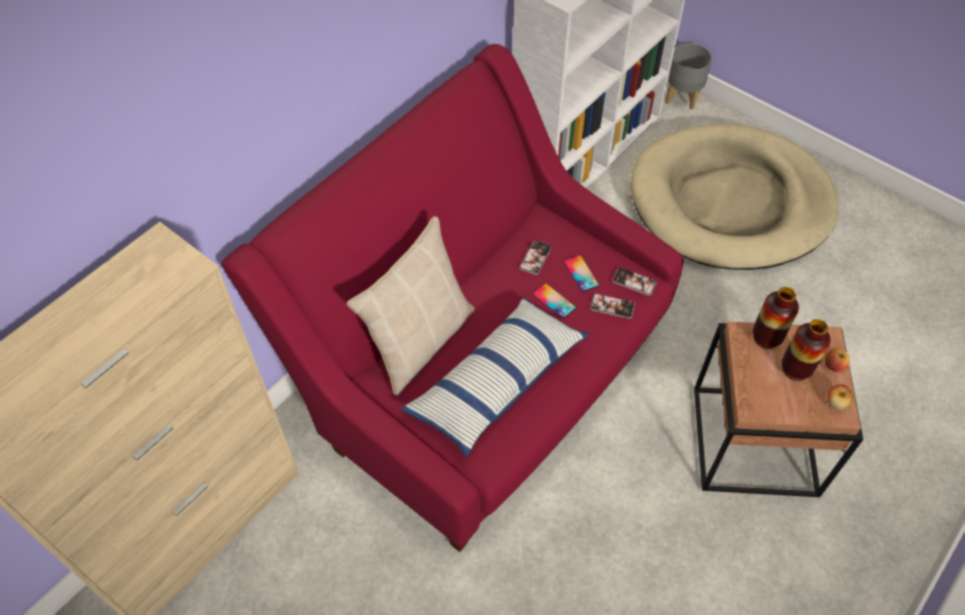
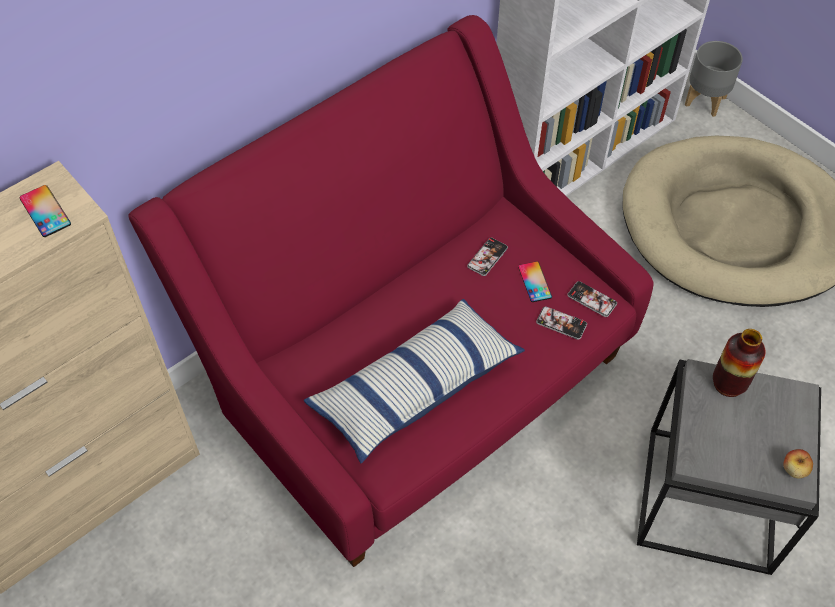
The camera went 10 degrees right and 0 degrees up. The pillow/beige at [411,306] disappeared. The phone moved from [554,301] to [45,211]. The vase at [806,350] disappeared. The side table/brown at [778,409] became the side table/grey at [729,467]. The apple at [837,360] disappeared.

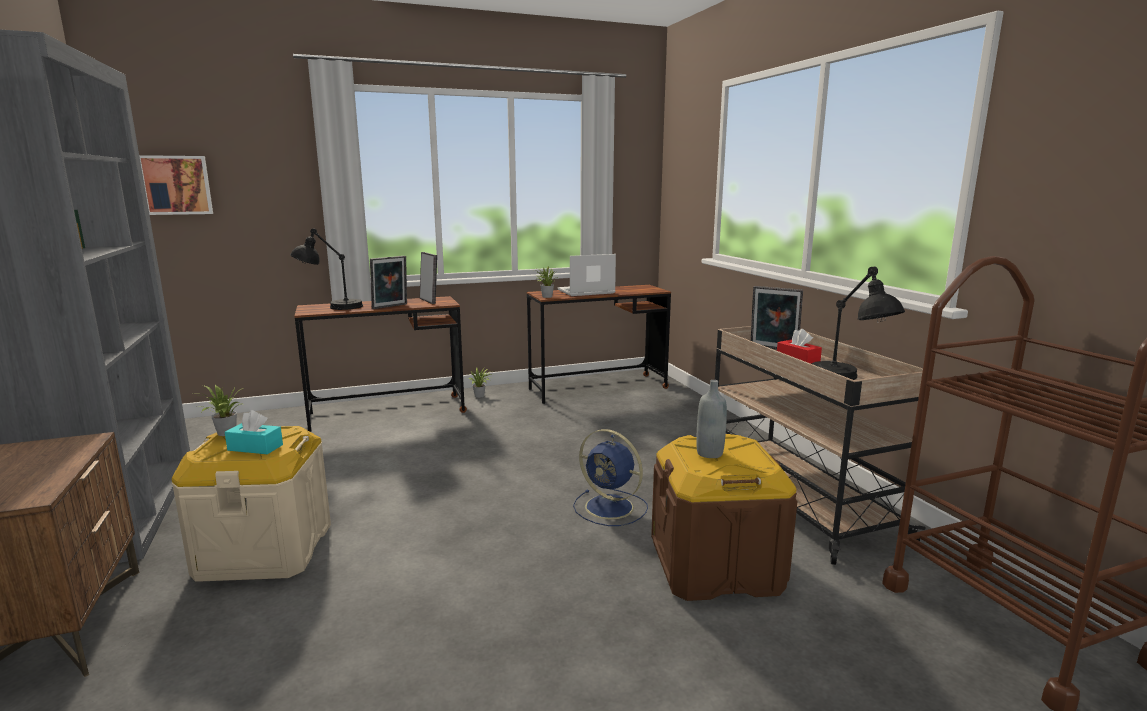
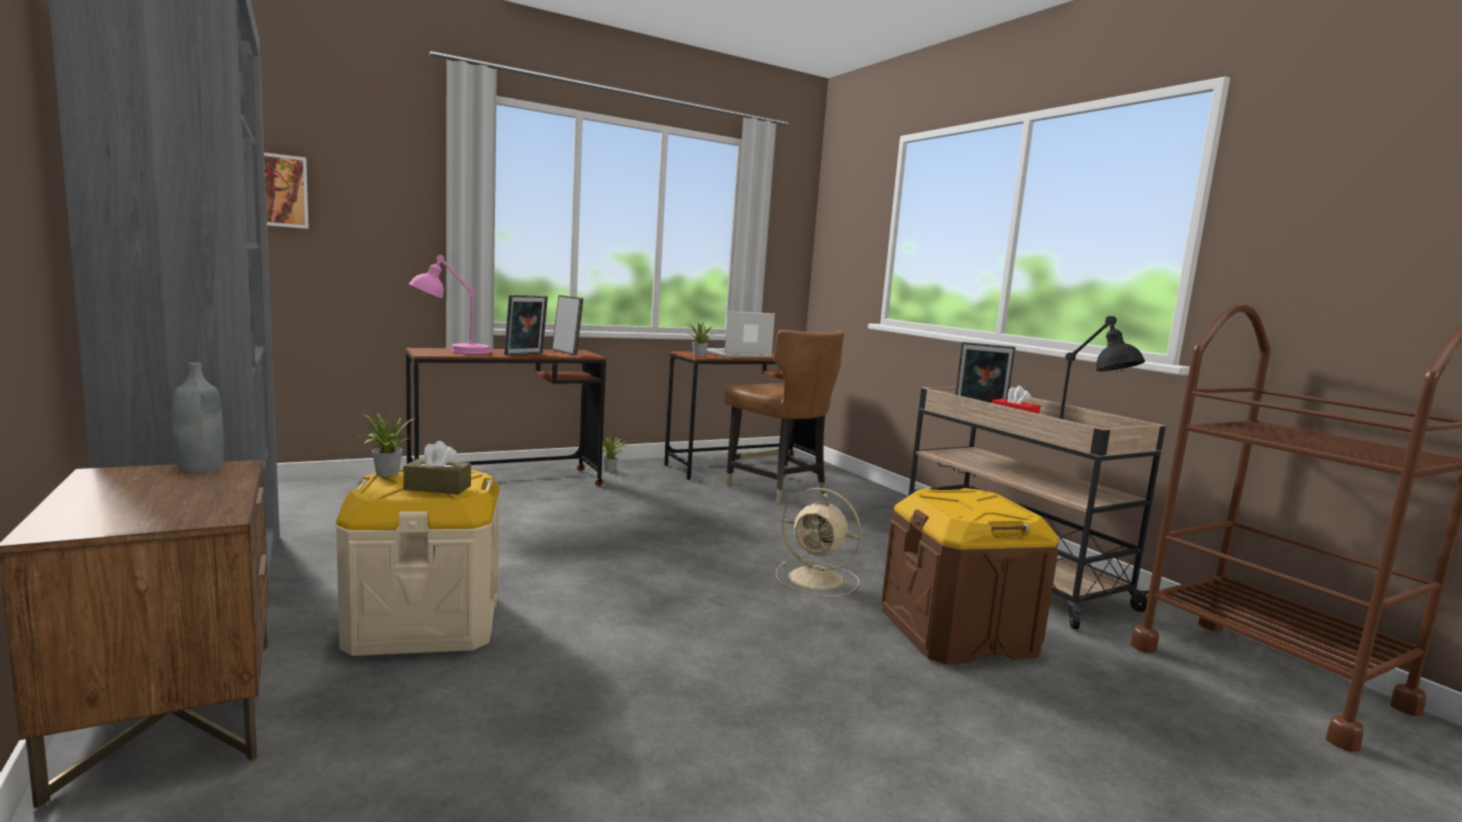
The camera went 10 degrees left and 5 degrees down. The table lamp/black at [326,269] became the table lamp/pink at [450,304]. The bottle/grey moved from [711,419] to [198,417]. The tissue box/turquoise at [254,432] became the tissue box/brown at [437,468]. The fan/blue at [610,477] became the fan/beige at [819,542]. The chair/brown at [784,416] appeared.

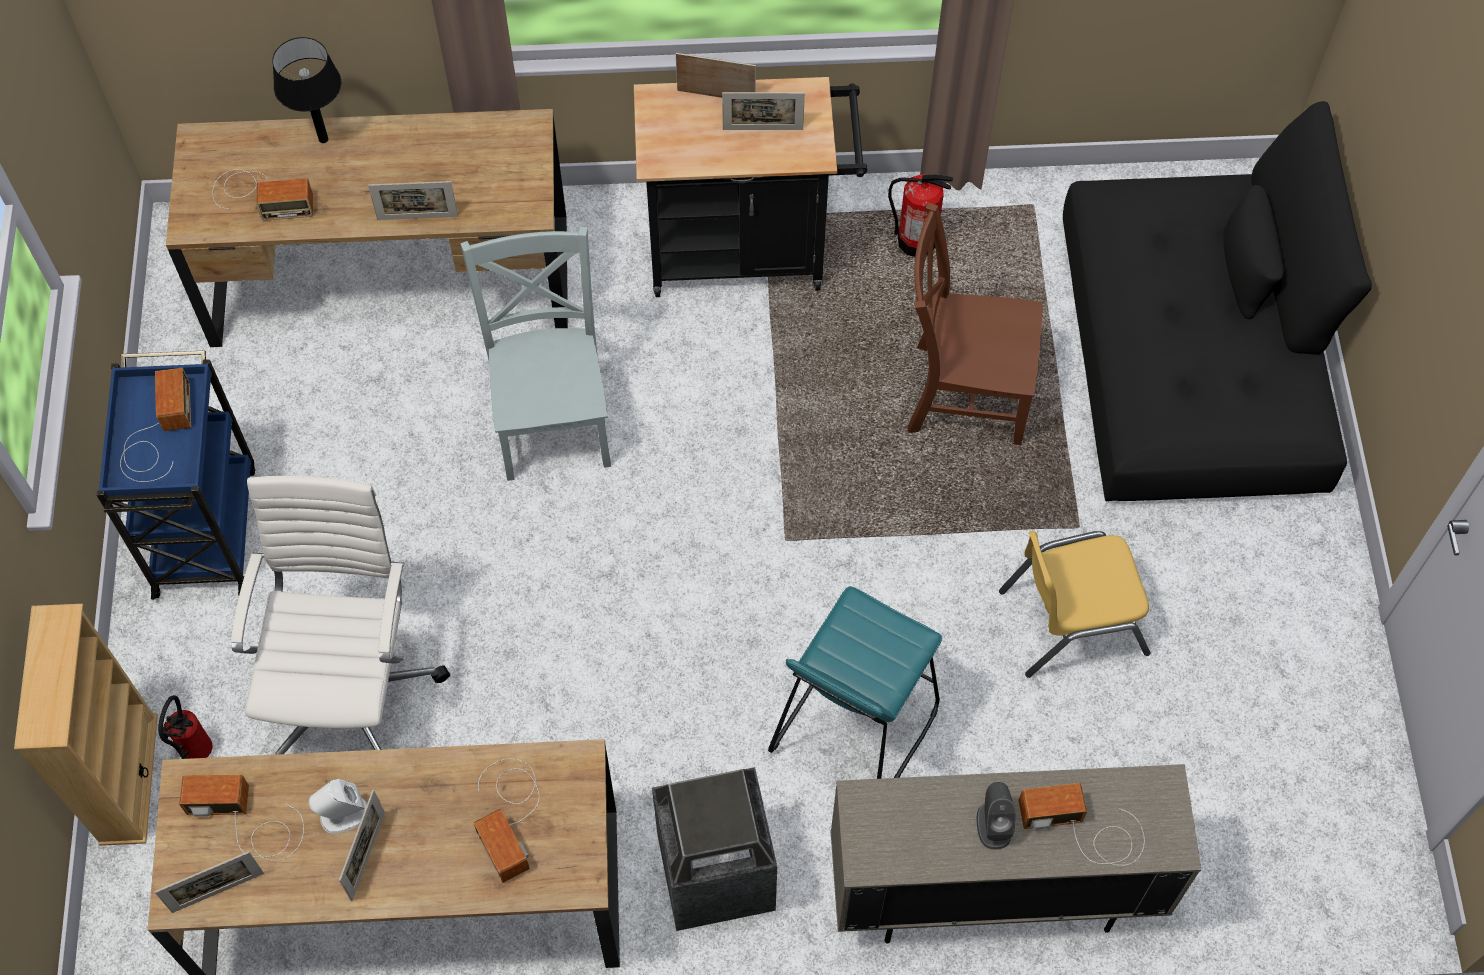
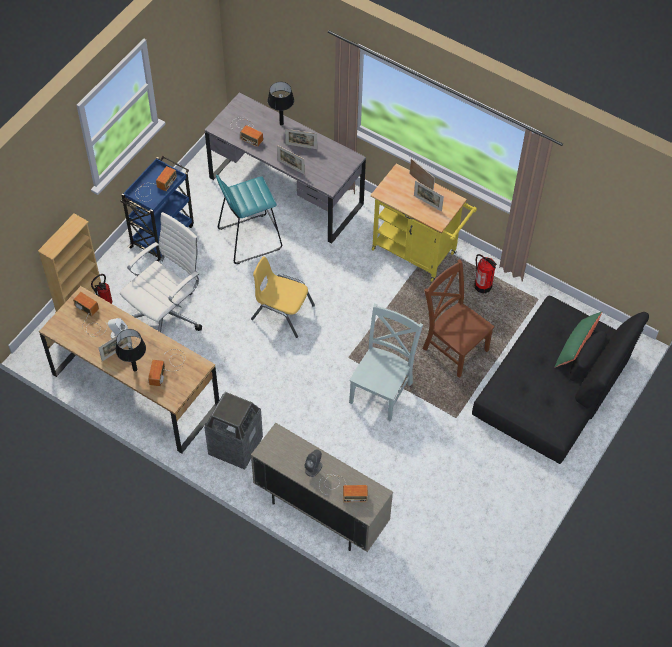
The camera went 35 degrees right and 5 degrees down. The cart/black at [750,187] became the cart/yellow at [423,222]. The desk/brown at [367,228] became the desk/grey at [285,168]. The chair/grey moved from [535,354] to [386,363]. The chair/yellow moved from [1074,604] to [283,297]. The stool/turquoise moved from [855,682] to [249,219]. The radio at [1081,824] turned 150 degrees clockwise. The picture frame moved from [209,882] to [301,139]. The pillow/green at [578,339] appeared. The table lamp/black at [131,350] appeared.

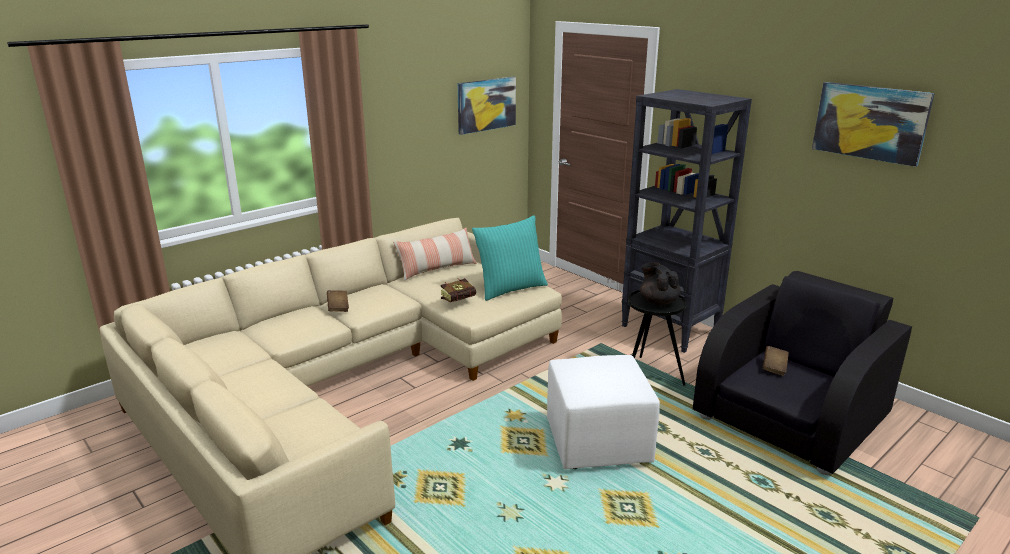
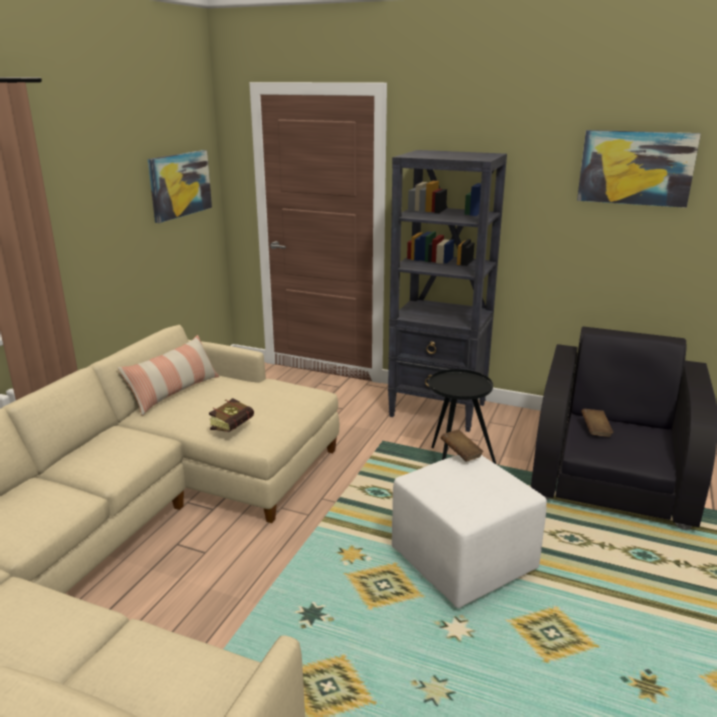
The camera went 25 degrees left and 0 degrees up. The pillow/turquoise at [510,258] disappeared. The teapot/black at [660,283] disappeared. The book/brown moved from [338,301] to [462,445].

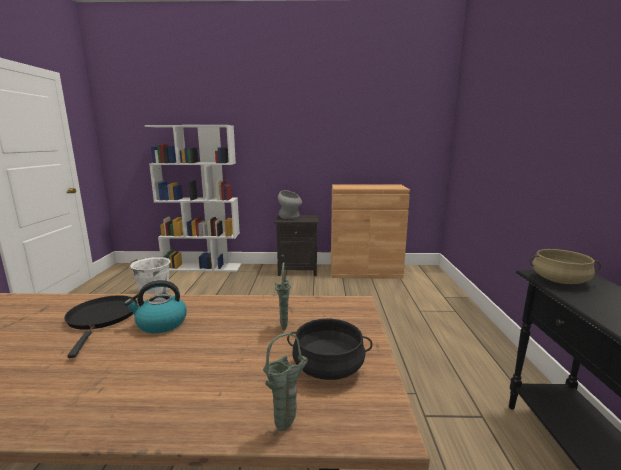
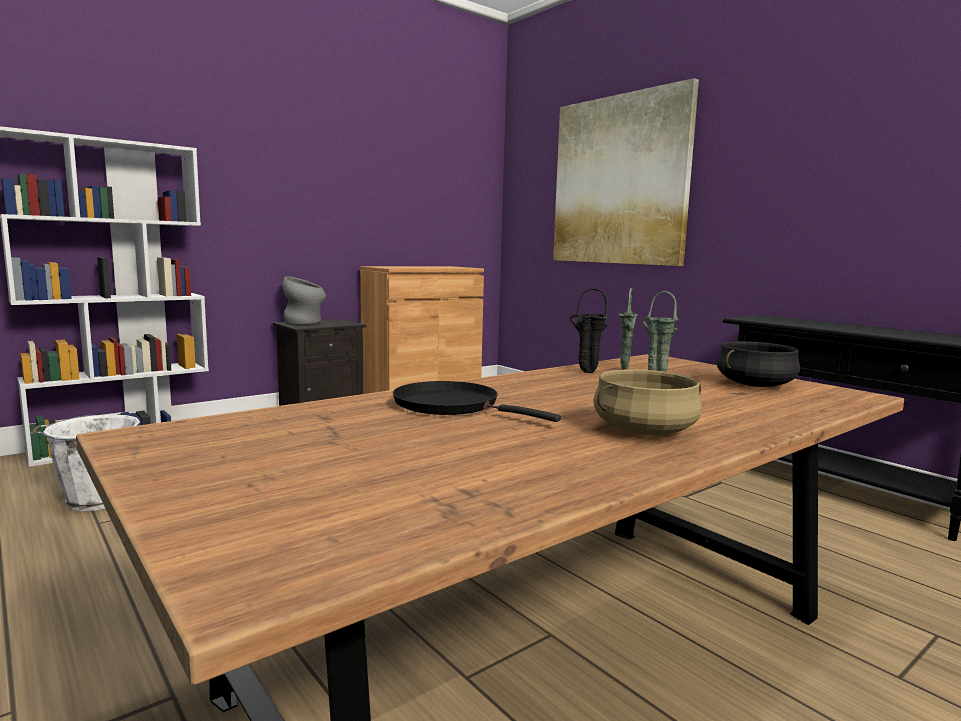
The camera went 40 degrees left and 5 degrees down. The cooking pot/beige moved from [565,266] to [647,402]. The kettle at [155,306] disappeared. The vase/green moved from [286,382] to [628,329]. The picture at [626,172] appeared. The vase/black at [588,330] appeared.

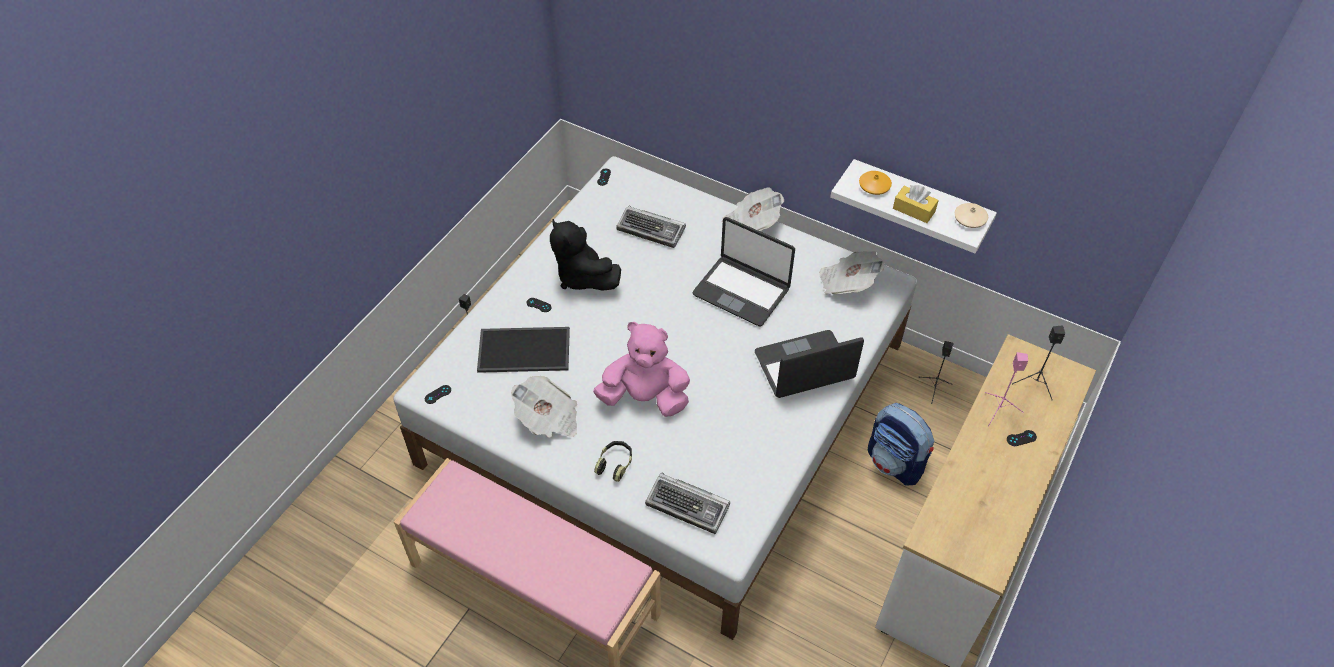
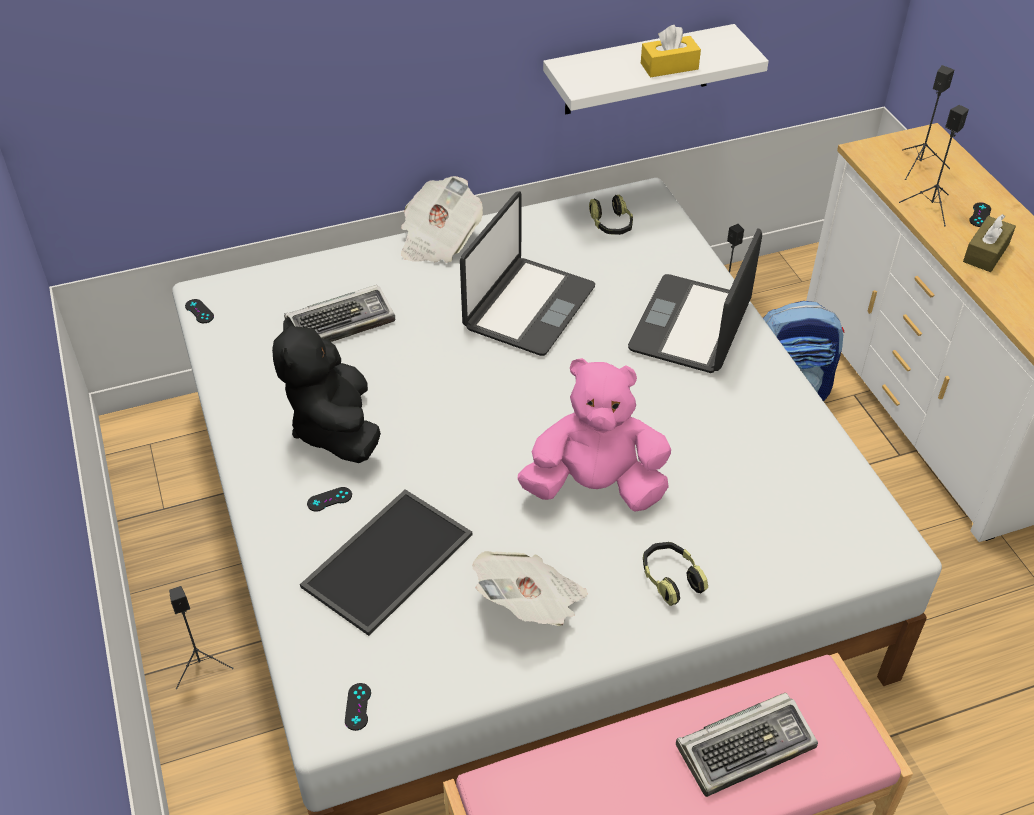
The camera went 50 degrees left and 5 degrees down. The vase/orange at [875,183] disappeared. The vase/beige at [971,215] disappeared. The laptop at [744,271] turned 45 degrees counterclockwise. The plush toy/black at [585,255] turned 75 degrees clockwise. The newspaper at [851,273] was replaced by the headphones at [611,215]. The plush toy/pink at [641,369] turned 45 degrees clockwise. The speaker/pink at [1006,389] became the speaker/black at [934,165]. The keyboard moved from [687,503] to [747,744]. The tissue box/brown at [989,243] appeared.

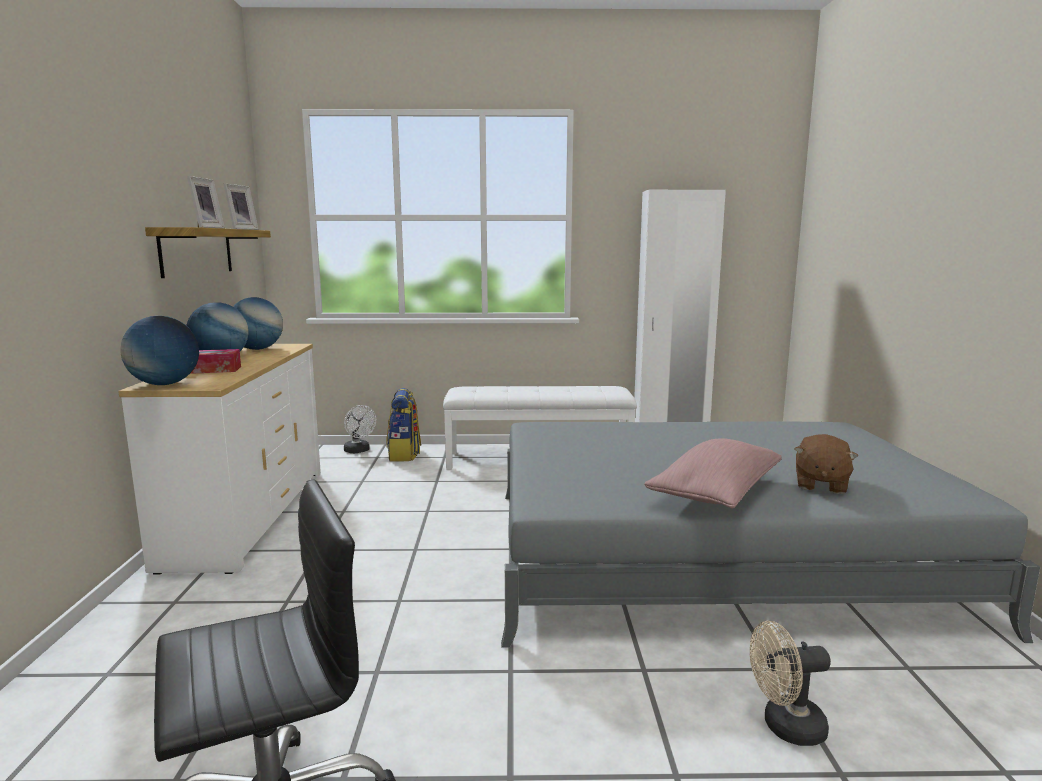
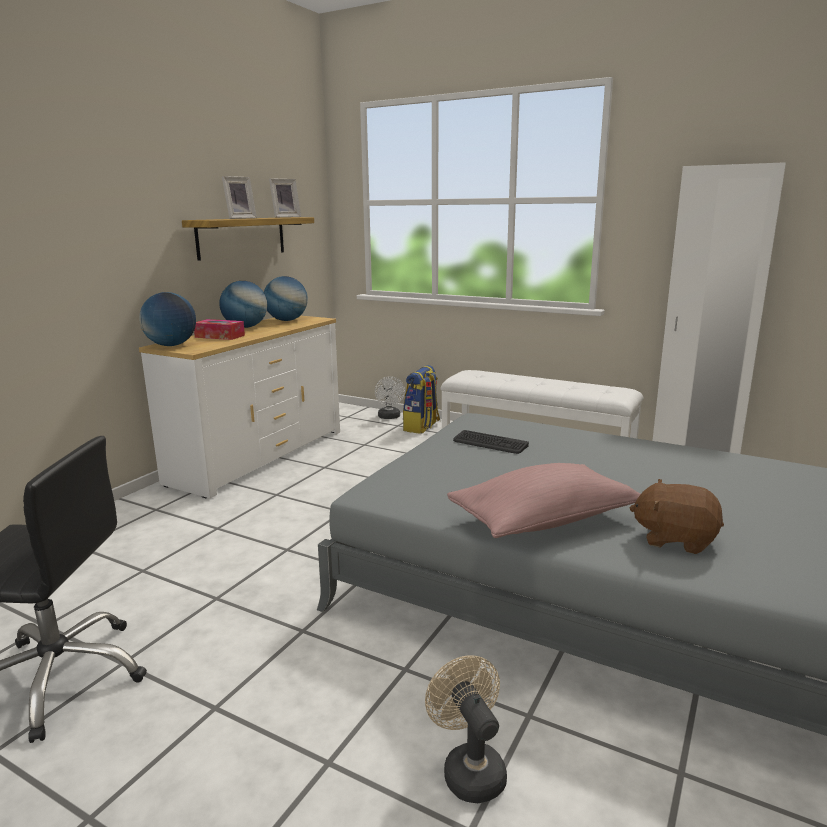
The camera went 30 degrees right and 5 degrees up. The plush toy/brown at [826,464] turned 60 degrees clockwise. The fan/beige at [790,683] turned 45 degrees clockwise. The keyboard at [491,442] appeared.

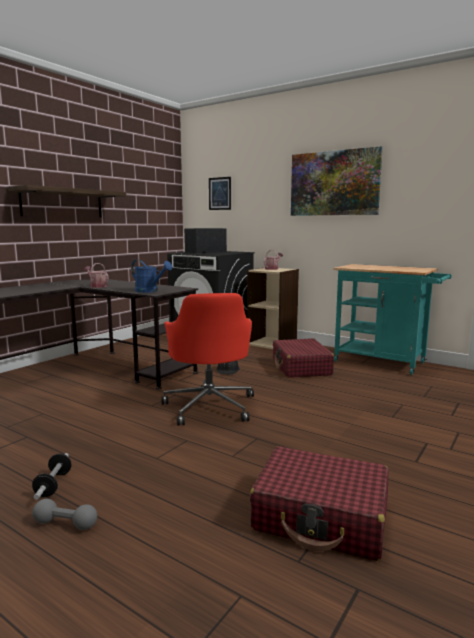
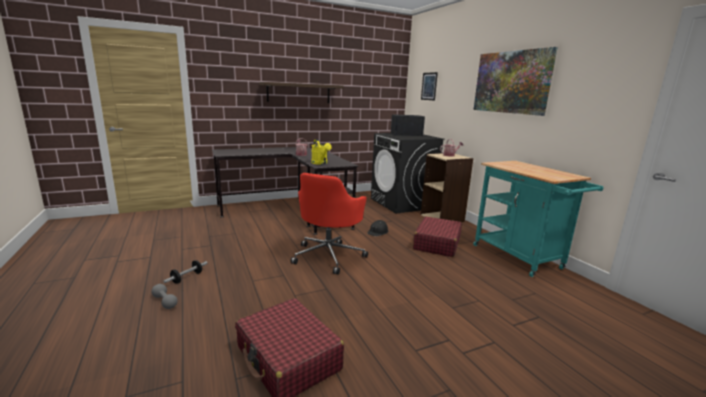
The camera went 30 degrees right and 5 degrees up. The watering can/blue at [151,276] became the watering can/yellow at [321,152].

